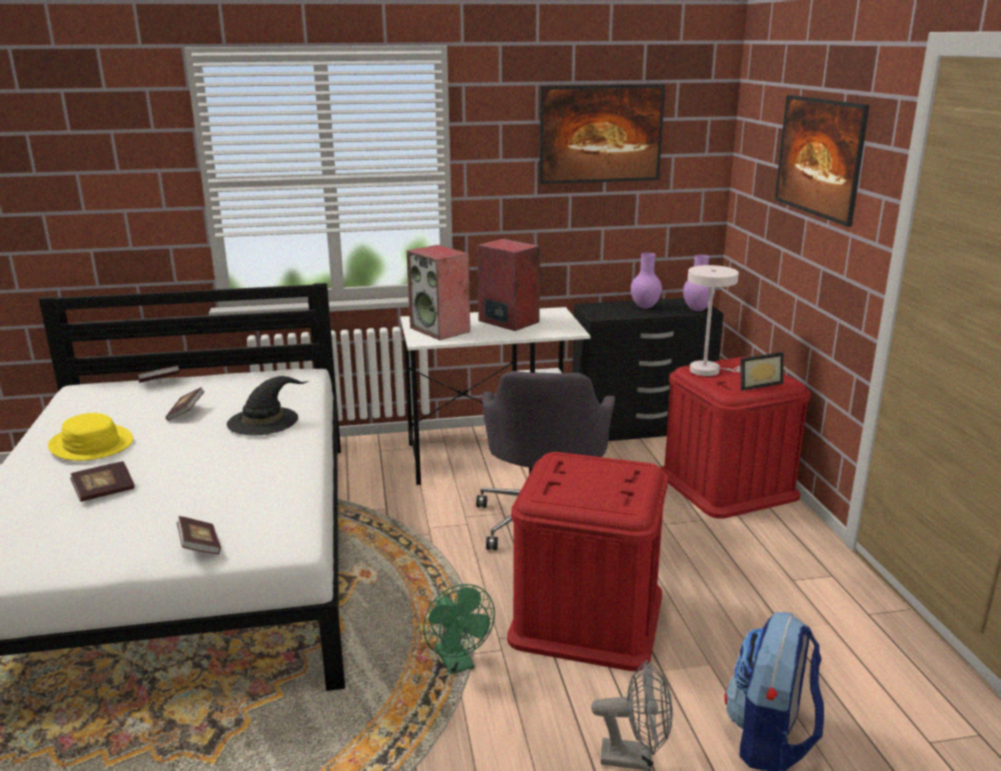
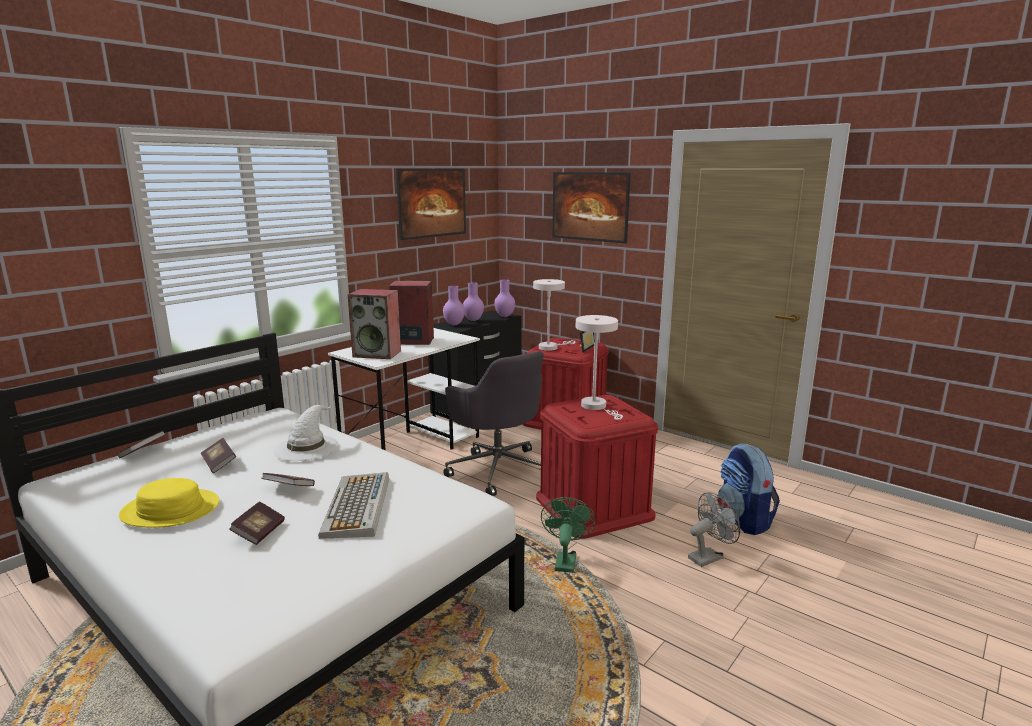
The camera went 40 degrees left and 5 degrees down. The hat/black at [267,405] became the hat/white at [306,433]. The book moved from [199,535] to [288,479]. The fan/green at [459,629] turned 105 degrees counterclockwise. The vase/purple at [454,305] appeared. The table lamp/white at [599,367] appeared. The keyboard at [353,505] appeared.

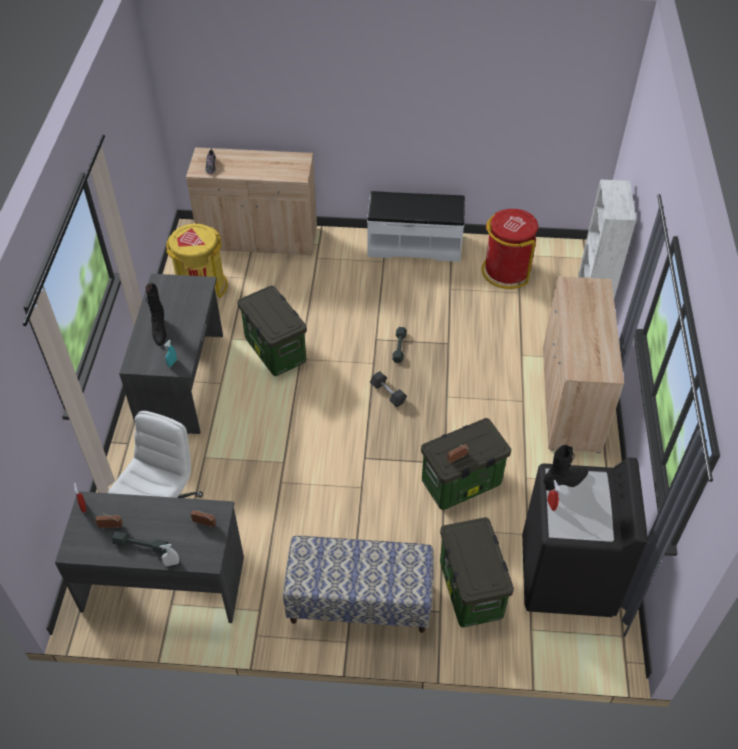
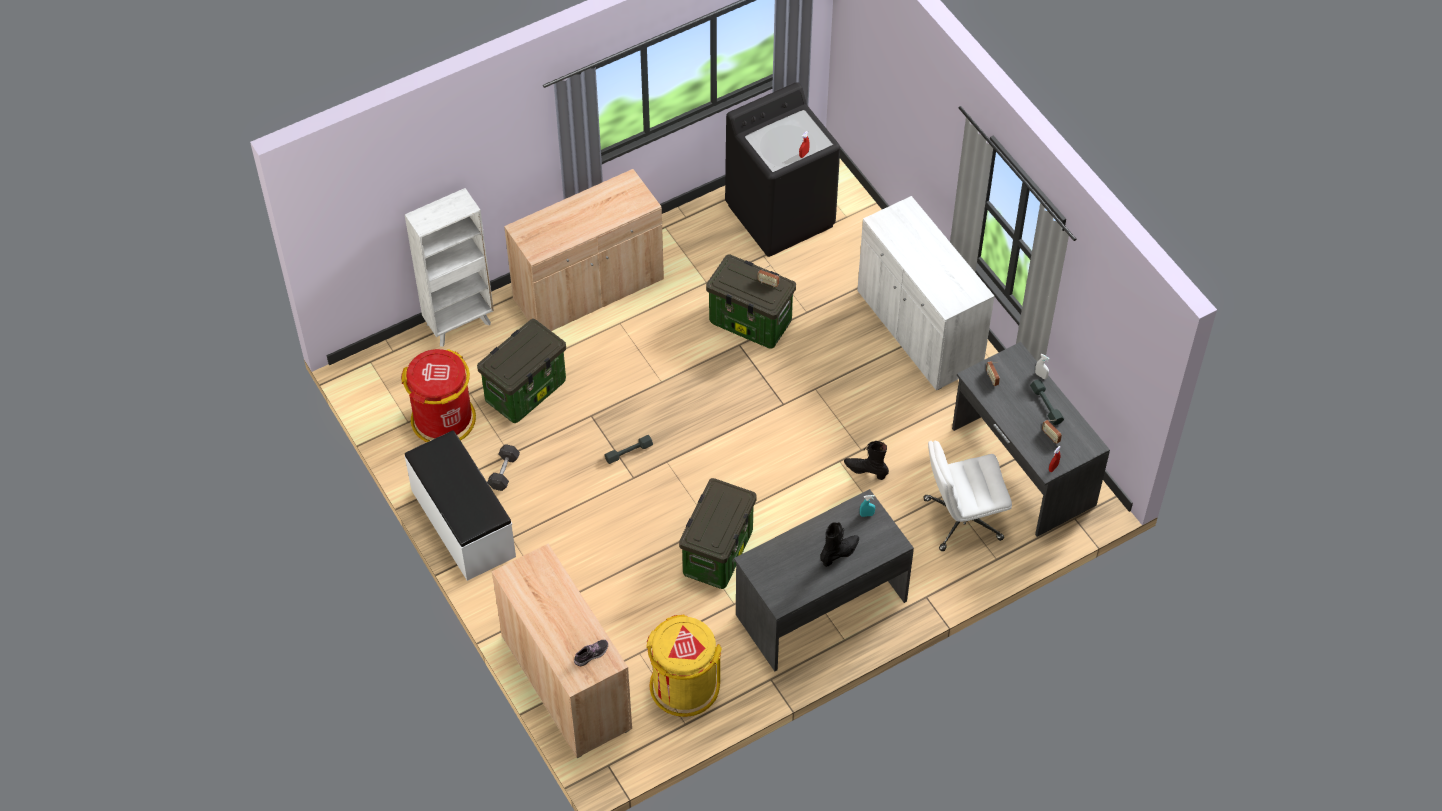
The camera went 125 degrees left and 5 degrees up. The dumbbell/grey moved from [388,389] to [503,467]. The boot/black moved from [565,468] to [866,460]. The storage box moved from [477,572] to [521,371]. The bench at [358,584] was replaced by the cabinet/white at [926,293].

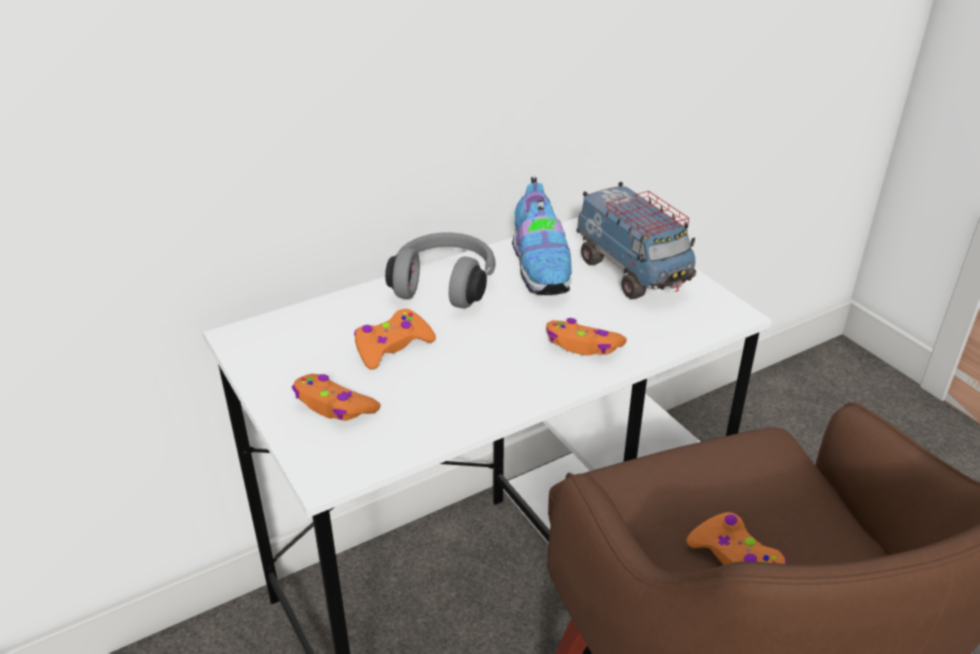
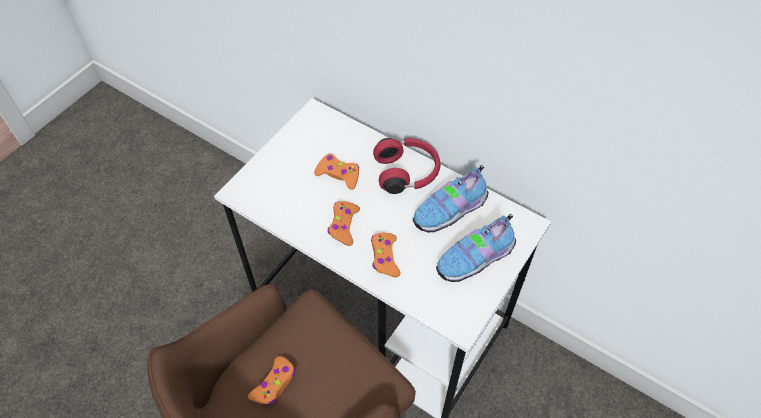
The camera went 65 degrees right and 20 degrees up. The toy truck at [636,240] was replaced by the shoe at [476,248]. The headphones/grey at [440,270] became the headphones/red at [407,166]. The game controller/orange moved from [336,397] to [344,223].

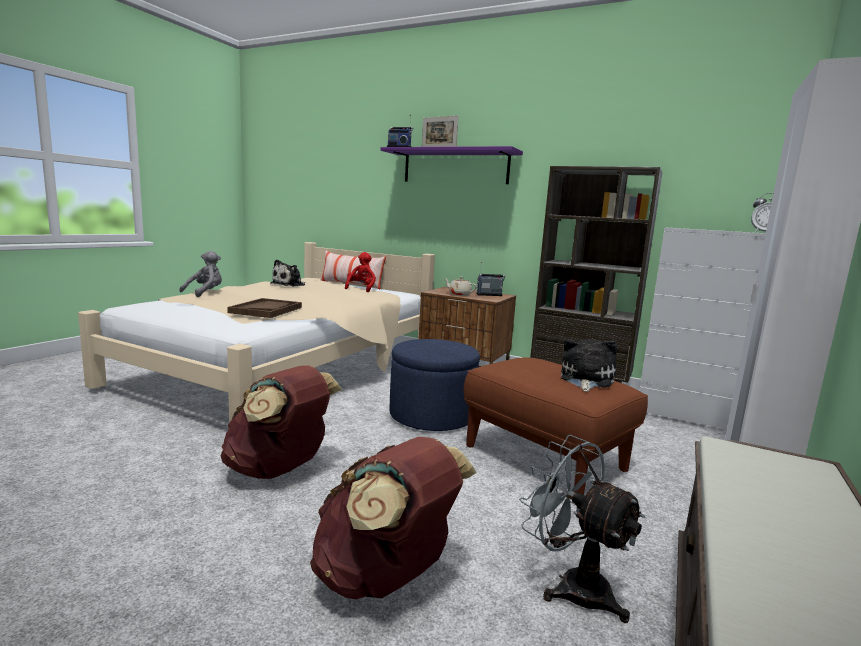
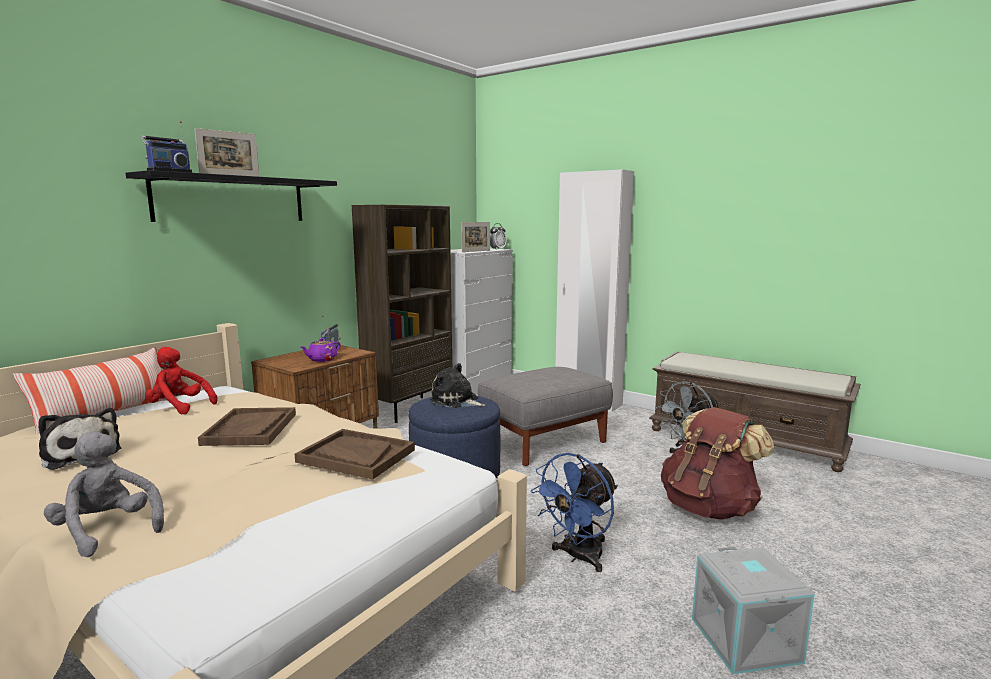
The camera went 80 degrees left and 0 degrees up. The shelf/purple at [451,165] became the shelf/black at [231,196]. The teapot/beige at [460,286] became the teapot/purple at [321,350]. The plush toy moved from [589,365] to [457,385]. The ottoman/brown at [556,426] became the ottoman/grey at [545,416]. The backpack/brown at [281,422] was replaced by the fan/blue at [574,512]. The picture frame at [476,237] appeared. The tray/brown at [247,426] appeared. The storage box/grey at [753,610] appeared.

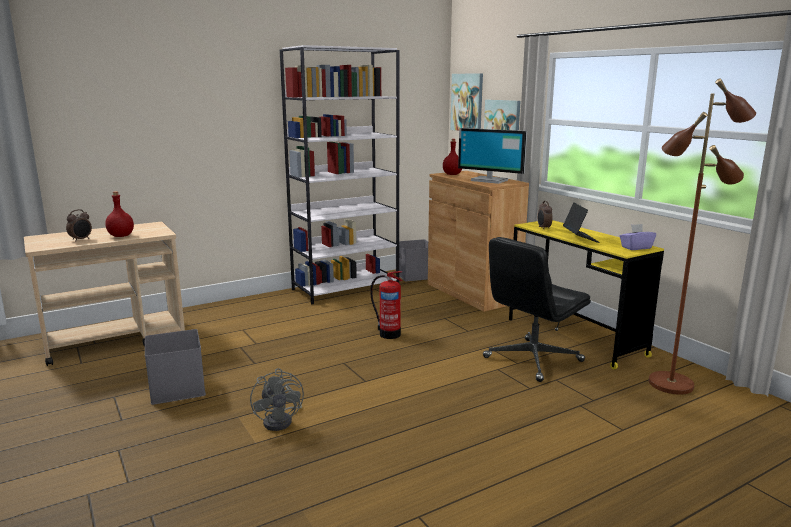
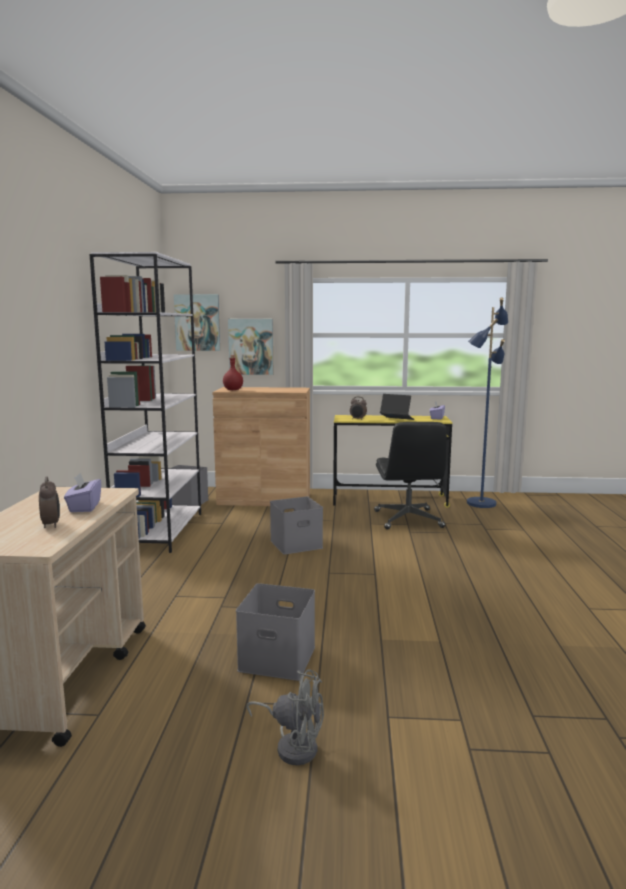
The camera went 55 degrees left and 5 degrees down. The floor lamp/brown at [702,236] became the floor lamp/blue at [487,402]. The monitor at [492,156] disappeared. The bottle/red at [119,214] was replaced by the tissue box/purple at [82,492]. The fire extinguisher at [386,305] was replaced by the storage box/grey at [296,525]. The fan/grey moved from [277,399] to [285,717].

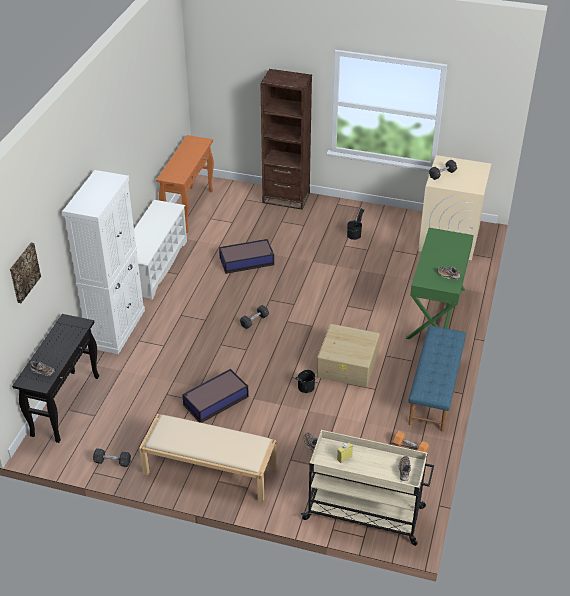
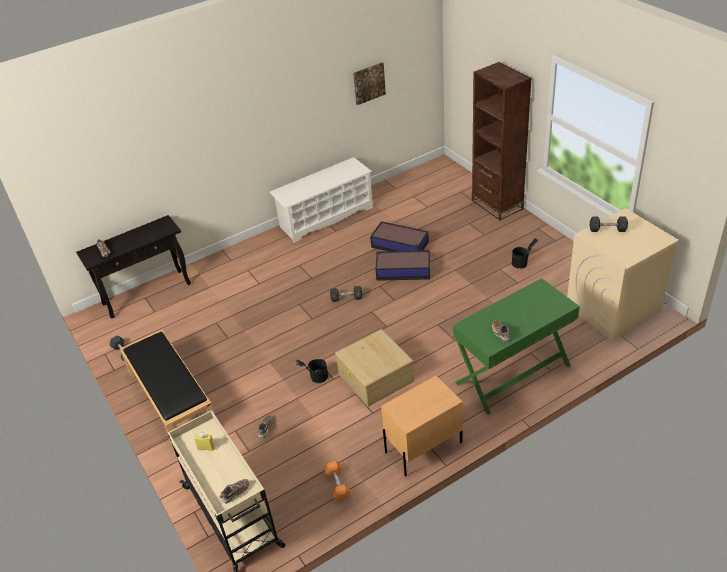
The camera went 45 degrees right and 0 degrees up. The console table/orange at [185,184] disappeared. The cabinet/white at [103,262] disappeared. The picture moved from [25,273] to [369,83]. The bench/blue at [437,379] was replaced by the nightstand/beige at [422,426]. The storage box moved from [215,396] to [402,265]. The bench/beige at [208,458] became the bench/black at [167,389].

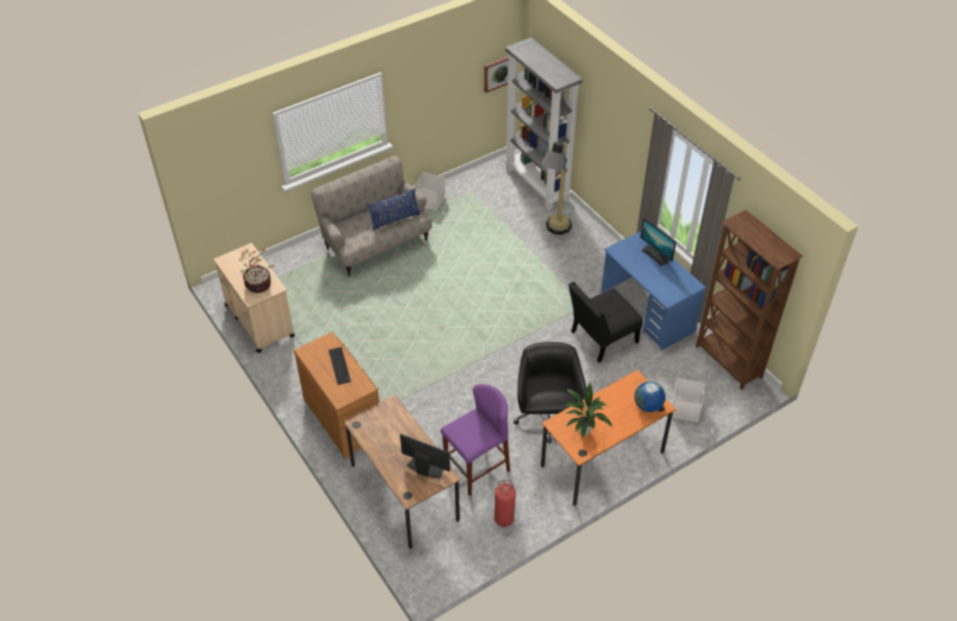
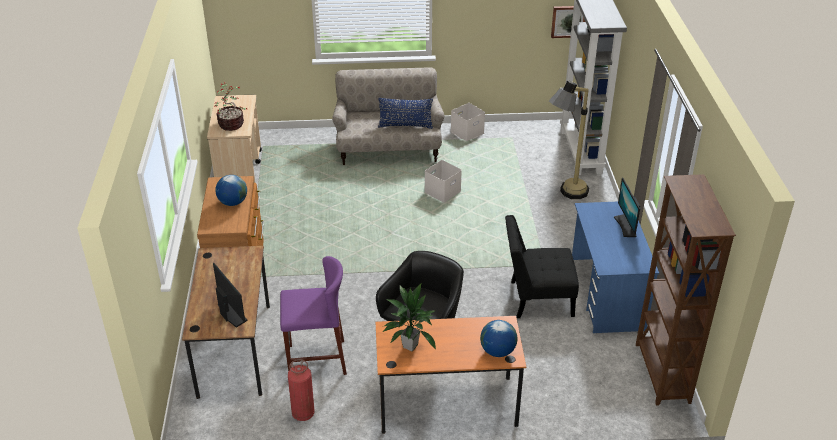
The camera went 30 degrees right and 10 degrees down. The keyboard at [340,366] was replaced by the globe at [231,190]. The storage box/white moved from [688,400] to [443,181].

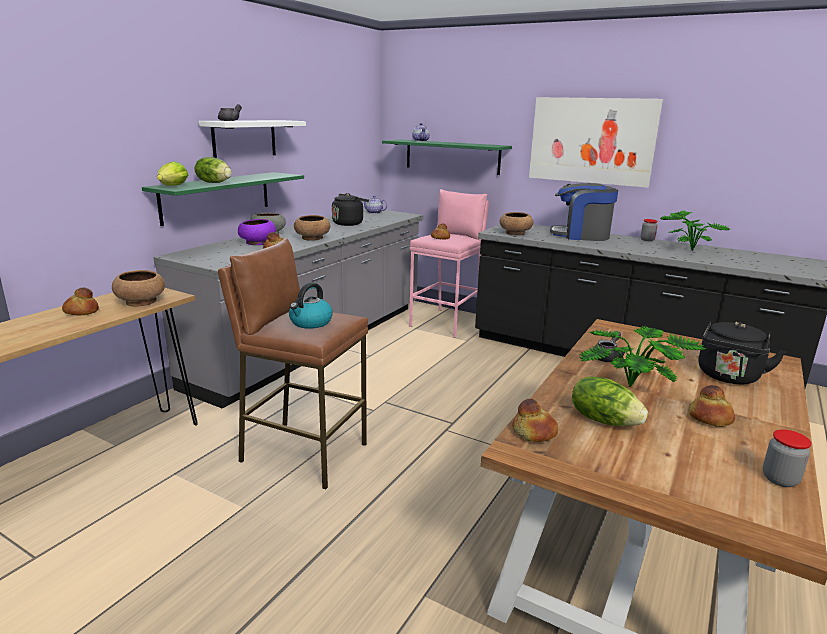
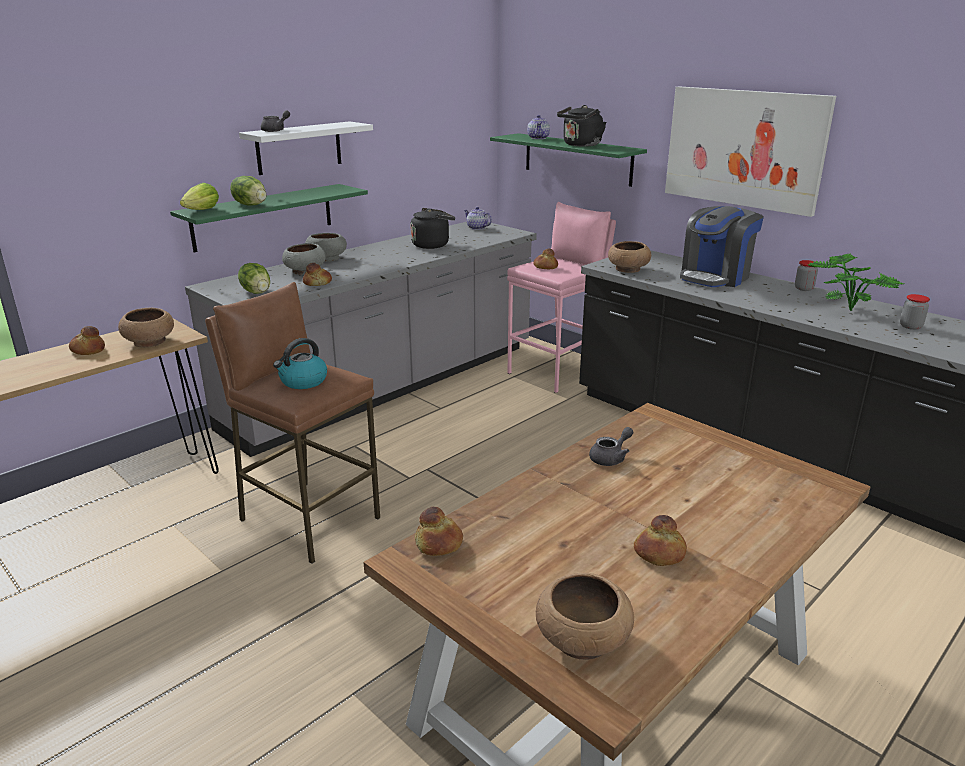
The camera went 15 degrees right and 5 degrees up. The coffee machine at [584,212] turned 75 degrees counterclockwise. The bowl/brown moved from [312,228] to [585,616]. The bowl/purple at [257,232] became the bowl/grey at [304,259]. The kettle/black moved from [742,353] to [581,125]. The potted plant at [642,356] disappeared. The lettuce moved from [610,401] to [254,278]. The jar moved from [787,458] to [915,312].

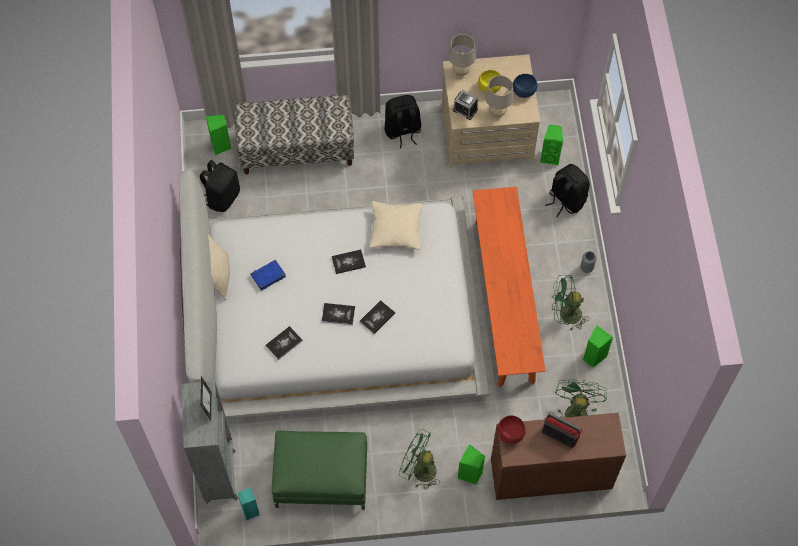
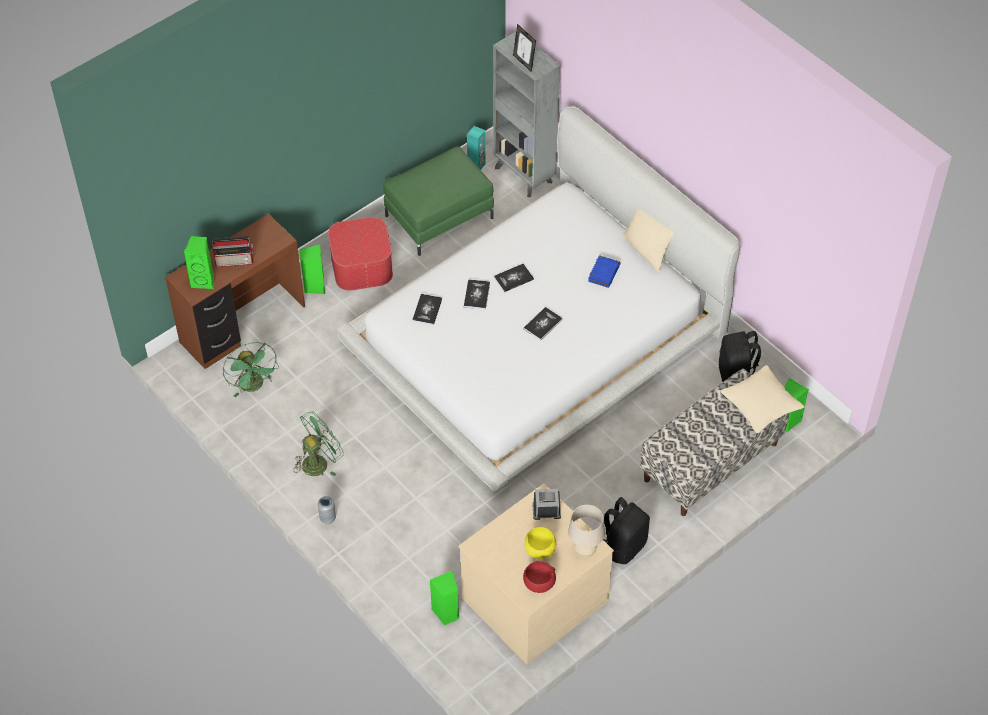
The camera went 145 degrees right and 10 degrees down. The bowl/blue at [525,86] disappeared. The table lamp/beige at [499,96] disappeared. The backpack/black at [568,190] disappeared. The bench/orange at [509,287] disappeared. The pillow/beige moved from [396,225] to [762,399]. The speaker/green moved from [598,346] to [198,262]. The book moved from [284,343] to [427,309]. The bowl/red moved from [511,429] to [539,577]. The fan/green at [419,459] was replaced by the ottoman at [360,254].

